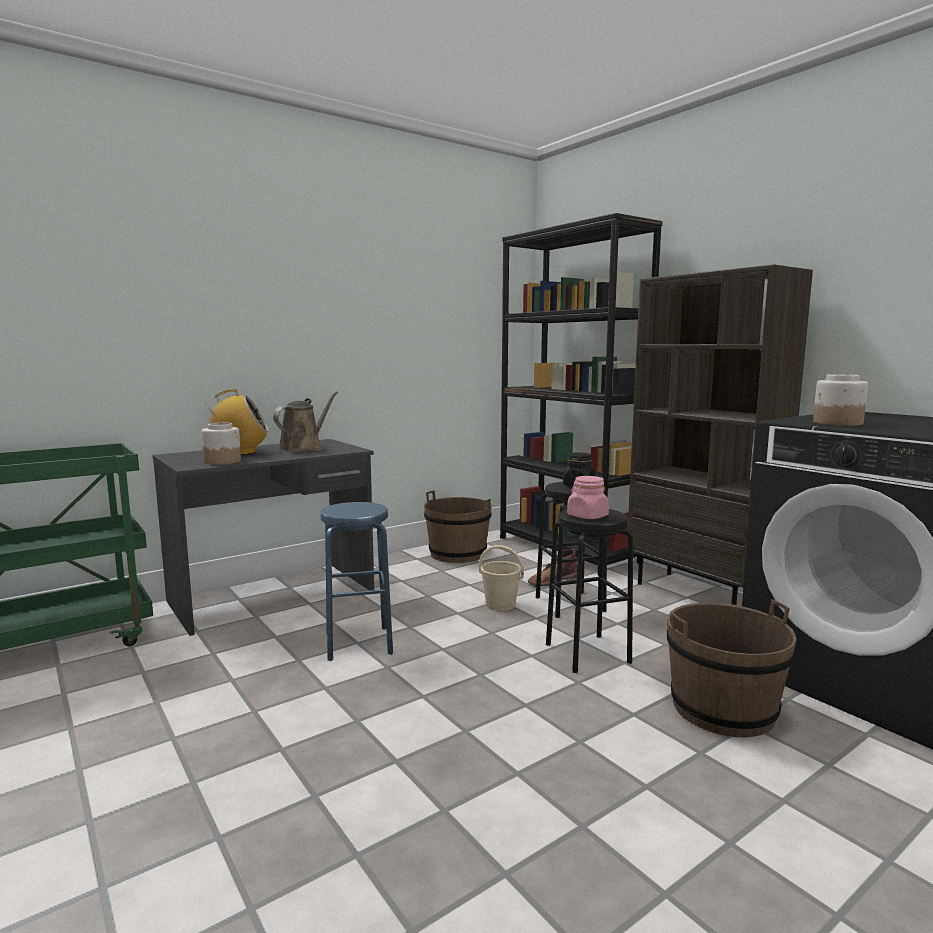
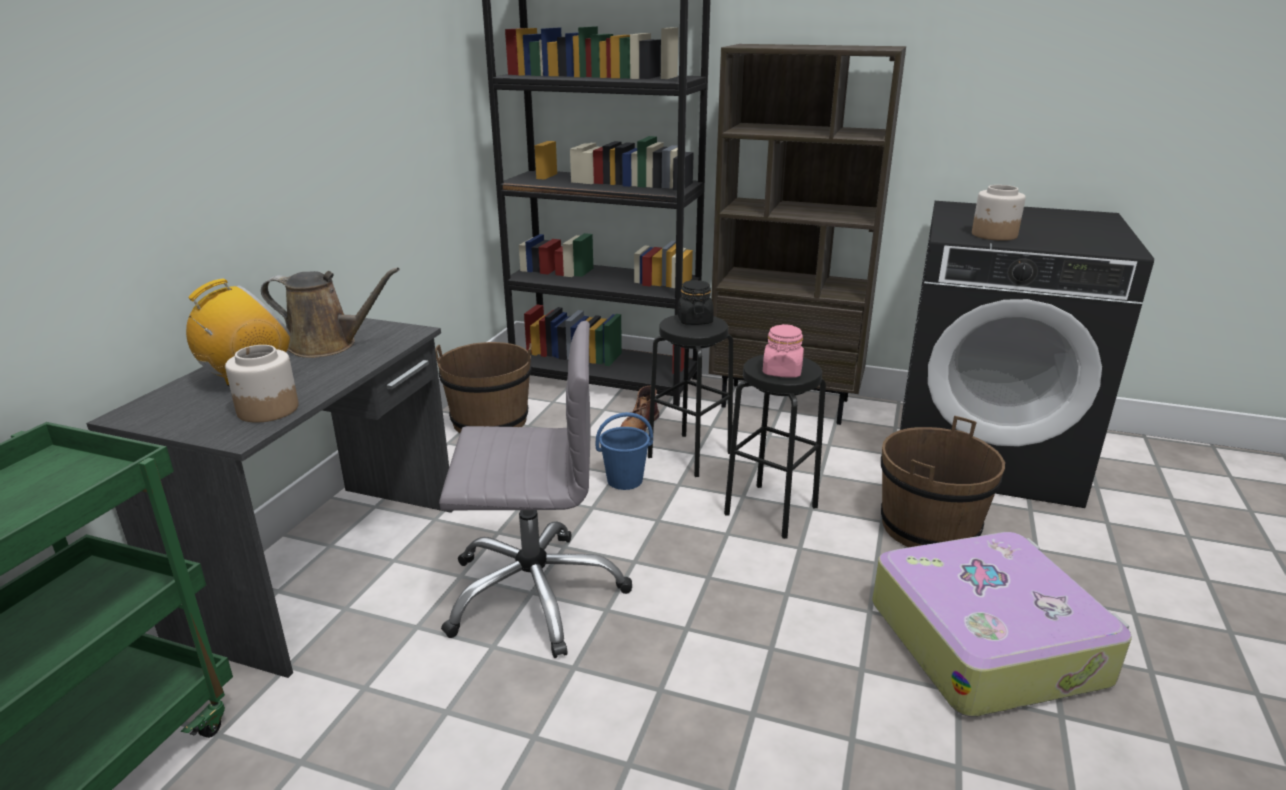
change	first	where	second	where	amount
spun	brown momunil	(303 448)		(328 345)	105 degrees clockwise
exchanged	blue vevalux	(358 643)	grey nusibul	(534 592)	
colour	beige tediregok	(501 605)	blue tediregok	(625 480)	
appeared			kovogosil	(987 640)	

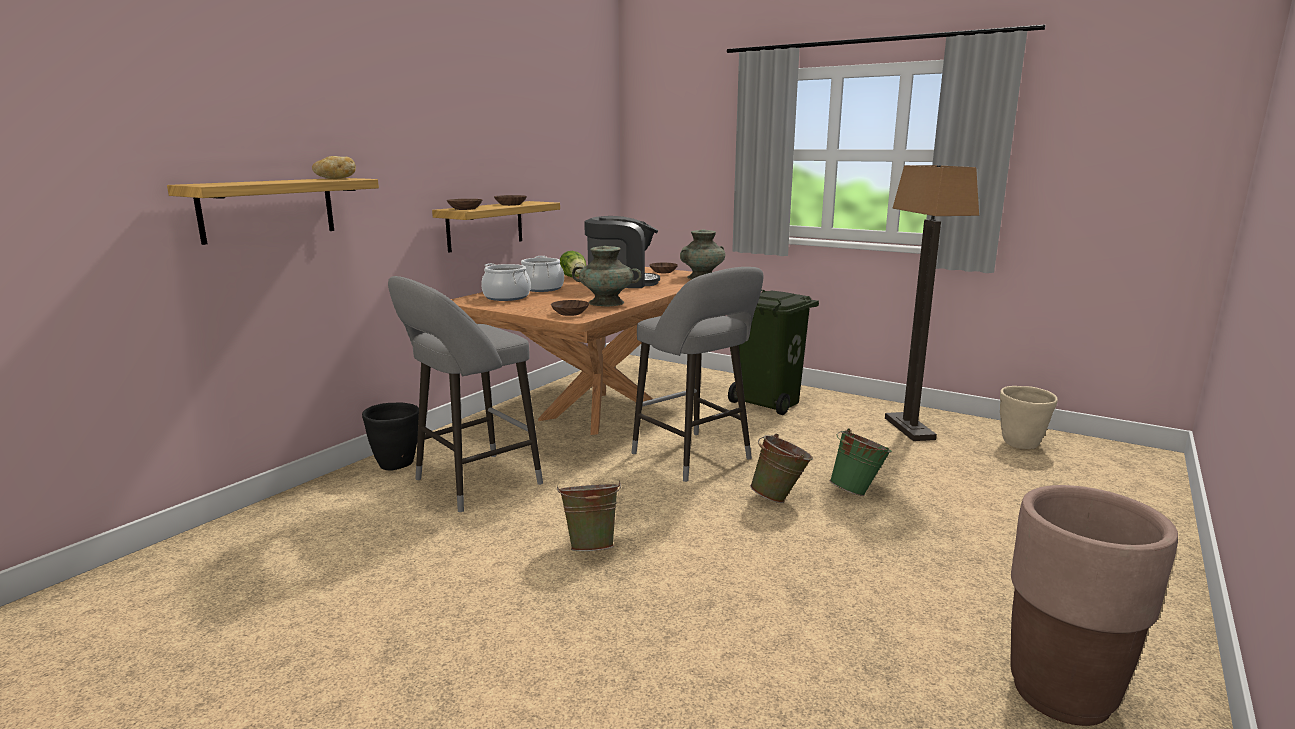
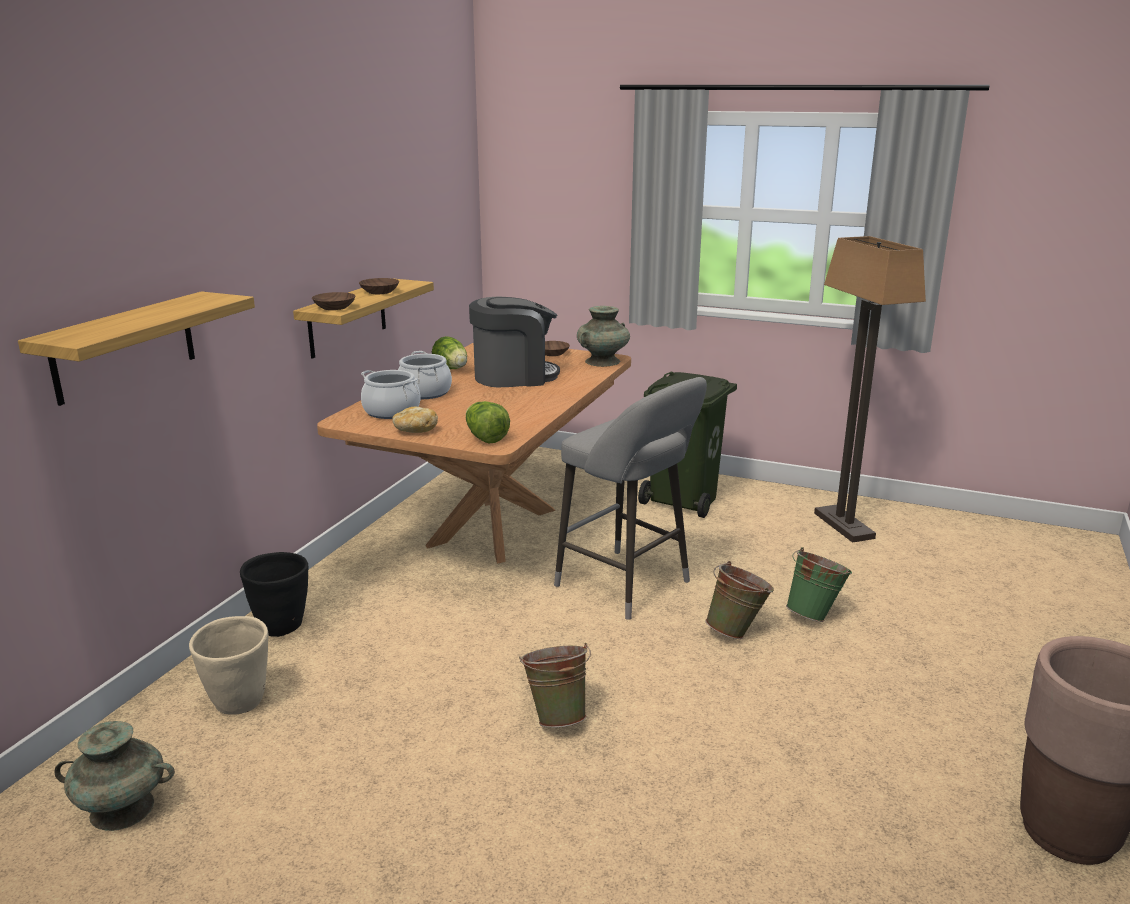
change	first	where	second	where	amount
relocated	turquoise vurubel	(606 302)		(123 809)	
relocated	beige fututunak	(1020 445)		(239 703)	
relocated	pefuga	(334 179)		(414 431)	
exchanged	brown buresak	(569 313)	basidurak	(485 438)	
missing	grey vevalux	(471 483)			

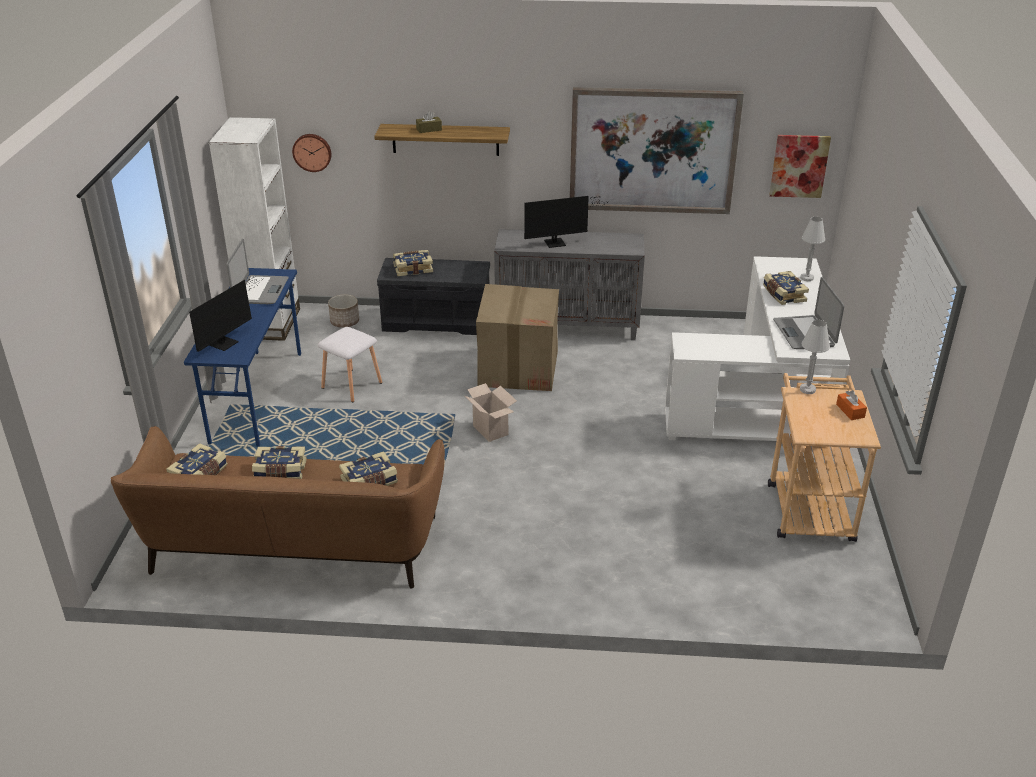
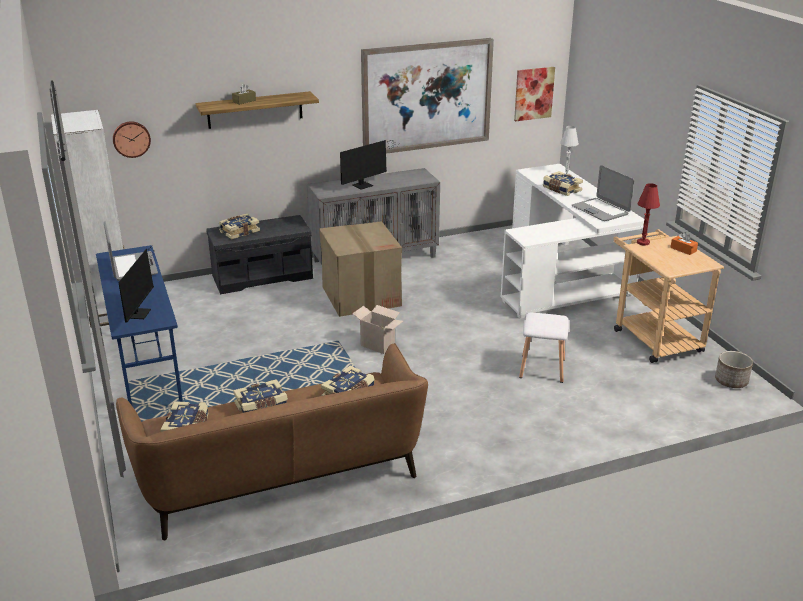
change	first	where	second	where	amount
relocated	white vevalux	(351 386)		(542 369)	
colour	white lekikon	(807 389)	red lekikon	(643 242)	
relocated	fututunak	(344 322)		(731 381)	

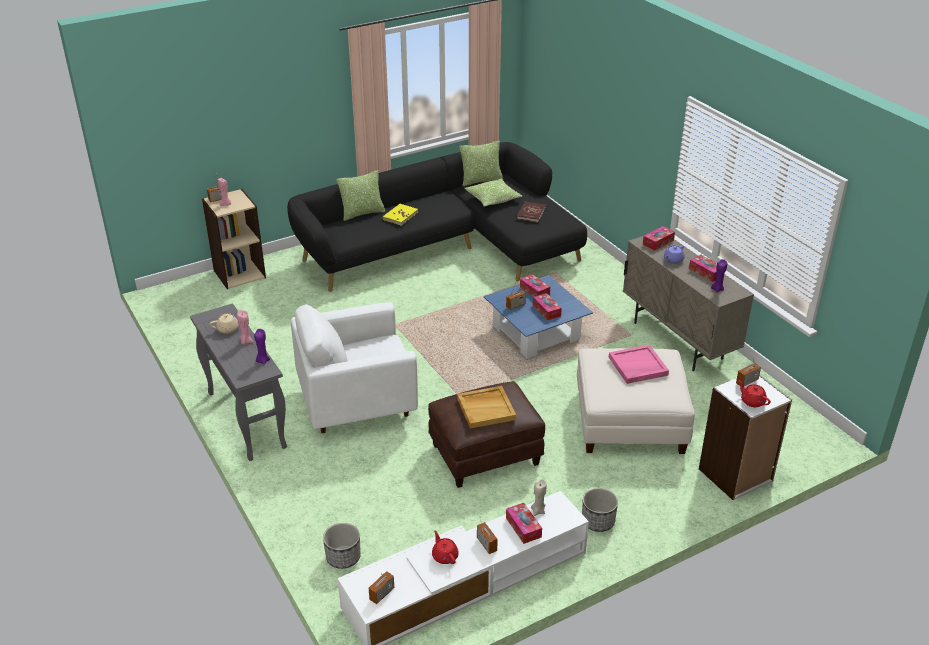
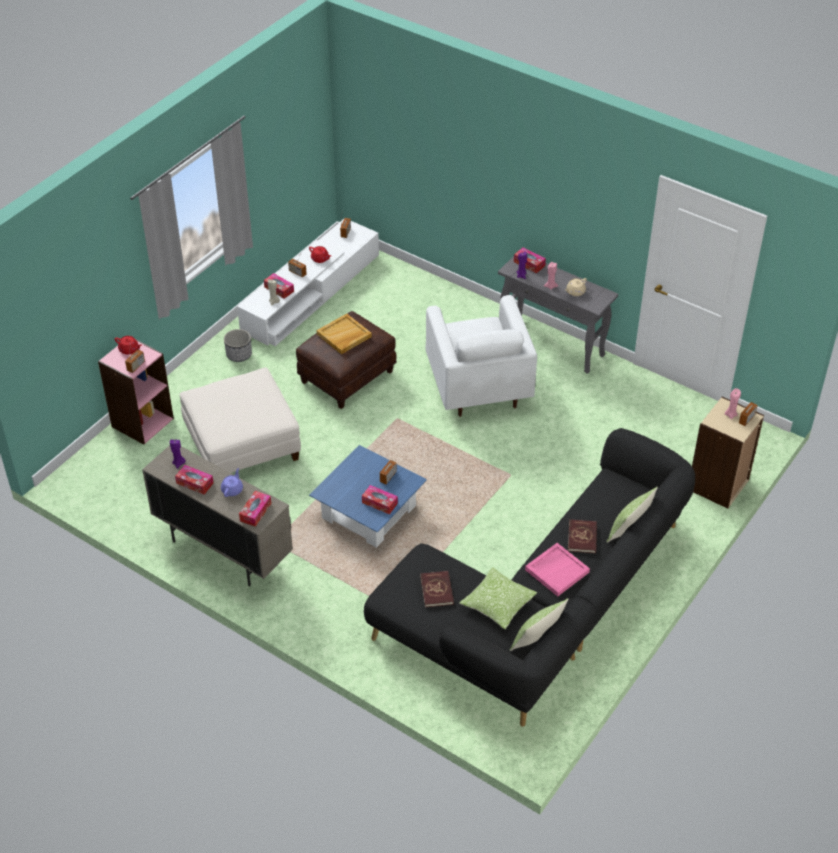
change	first	where	second	where	amount
colour	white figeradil	(736 475)	pink figeradil	(142 422)	
spun	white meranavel	(357 404)		(478 385)	120 degrees clockwise
relocated	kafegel	(546 310)		(529 264)	
relocated	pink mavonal	(637 366)		(557 570)	
colour	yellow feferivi	(400 216)	red feferivi	(582 537)	
missing	fututunak	(343 557)			

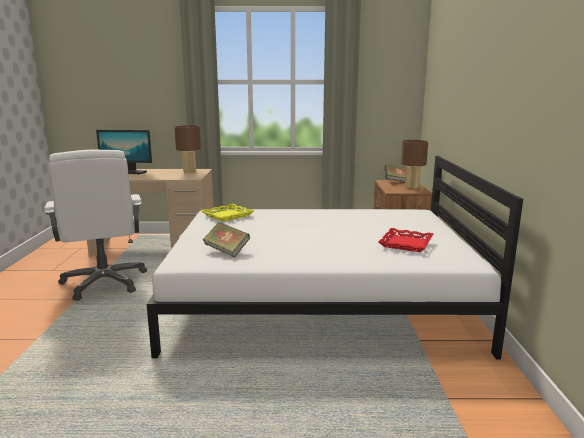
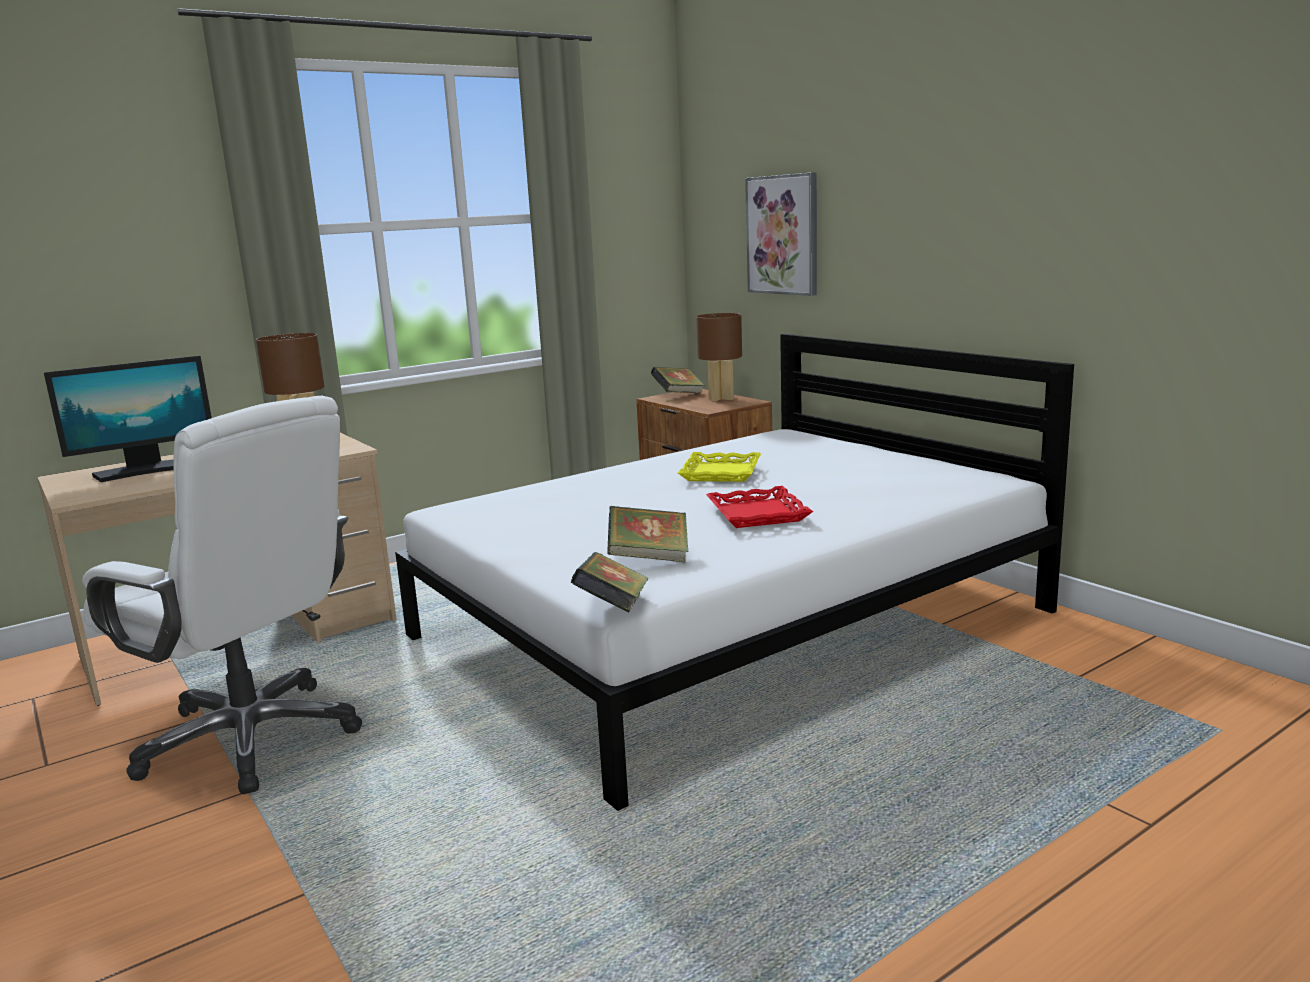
change	first	where	second	where	amount
appeared			feferivi	(613 609)	
relocated	yellow mavonal	(227 215)		(721 473)	
relocated	red mavonal	(406 244)		(758 514)	
appeared			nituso	(783 235)	

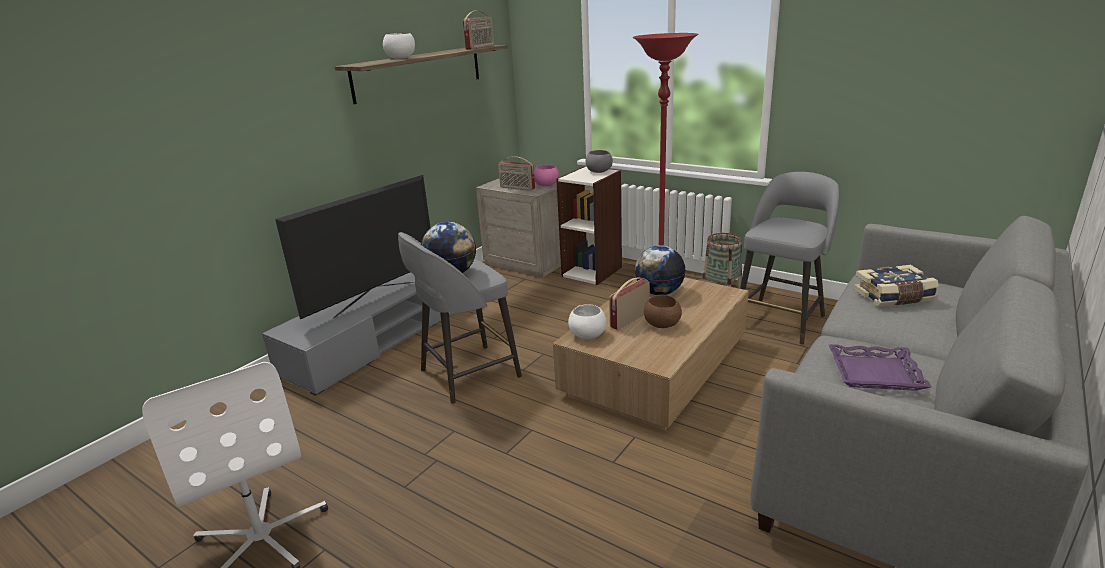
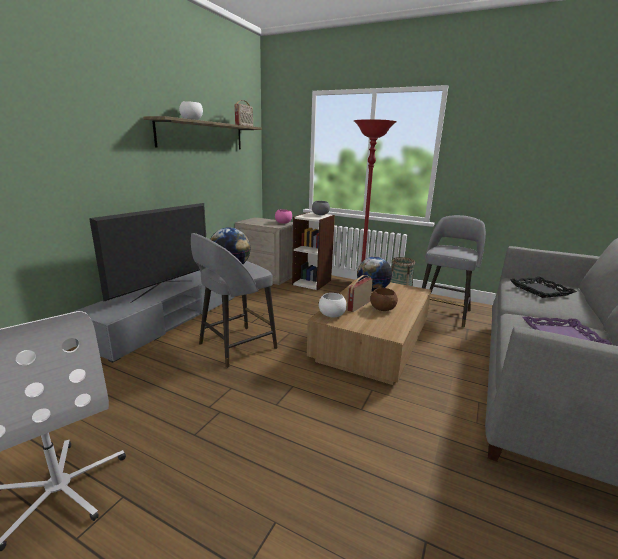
change	first	where	second	where	amount
exchanged	feferivi	(894 297)	black mavonal	(540 290)	
missing	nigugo	(517 188)			

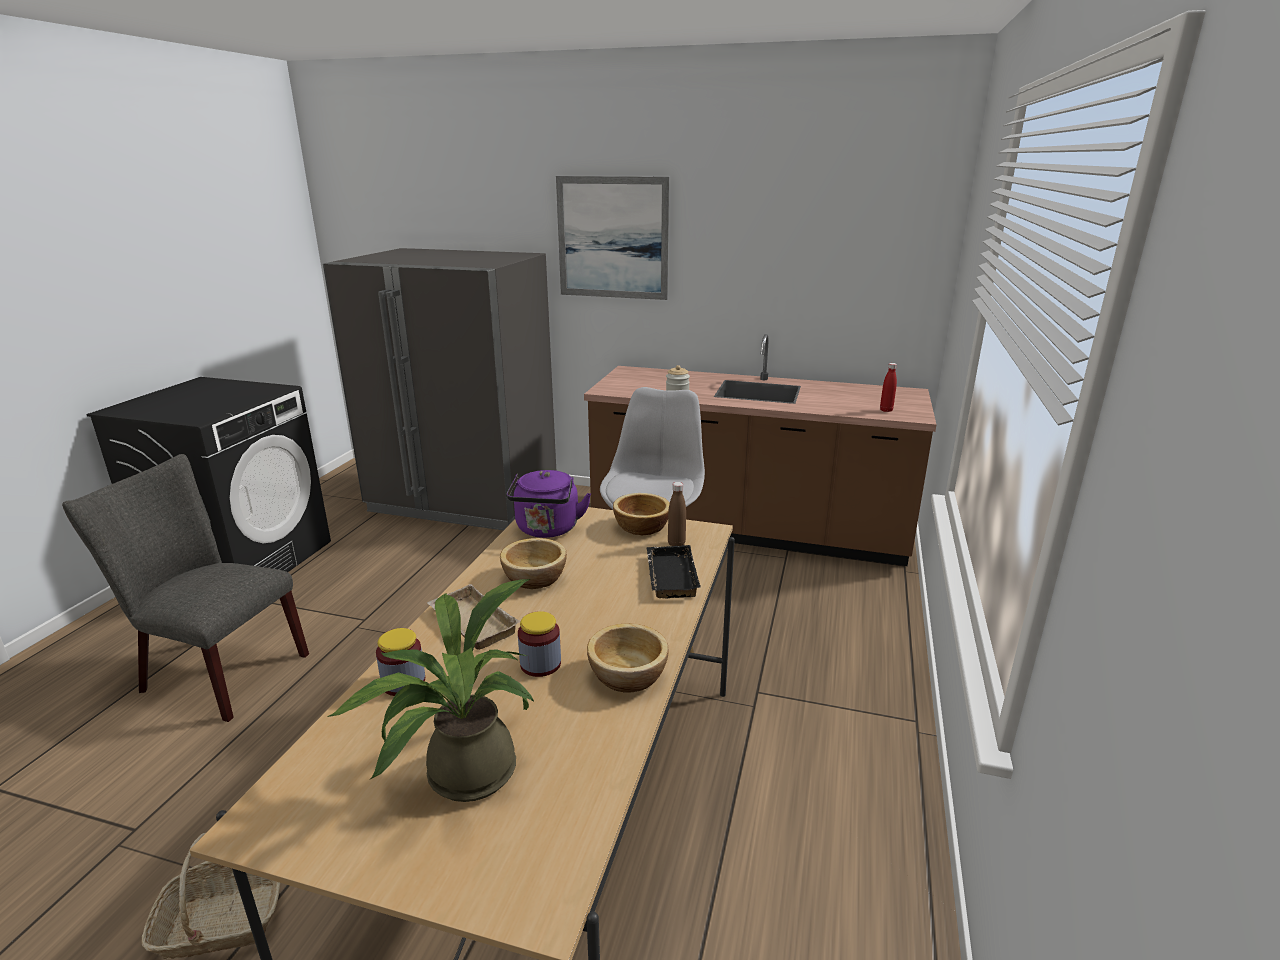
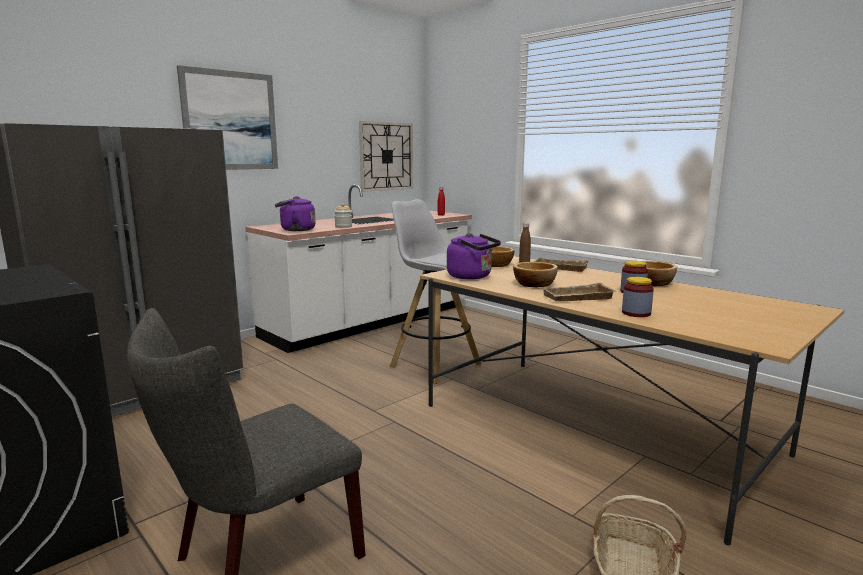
change	first	where	second	where	amount
colour	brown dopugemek	(748 530)	white dopugemek	(371 321)	
appeared			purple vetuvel	(295 230)	
appeared			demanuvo	(386 156)	
colour	black mavonal	(669 576)	beige mavonal	(559 268)	
missing	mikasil	(460 775)			

